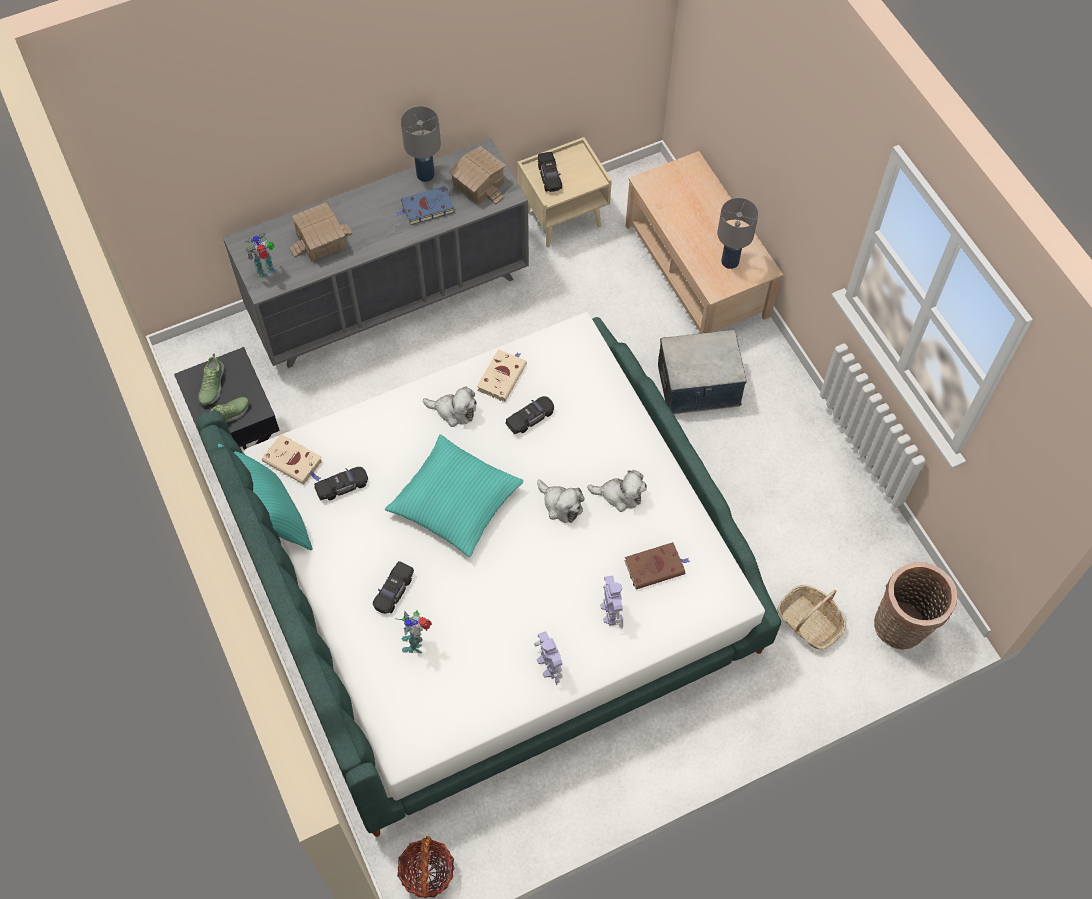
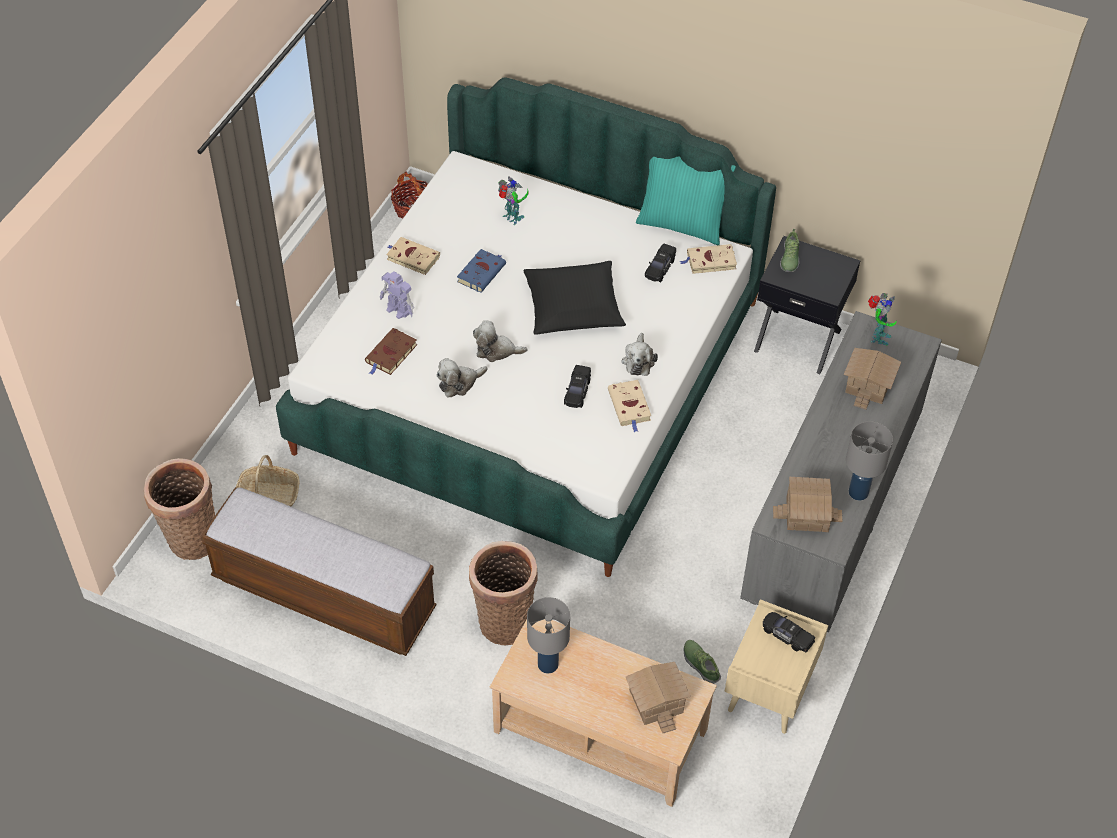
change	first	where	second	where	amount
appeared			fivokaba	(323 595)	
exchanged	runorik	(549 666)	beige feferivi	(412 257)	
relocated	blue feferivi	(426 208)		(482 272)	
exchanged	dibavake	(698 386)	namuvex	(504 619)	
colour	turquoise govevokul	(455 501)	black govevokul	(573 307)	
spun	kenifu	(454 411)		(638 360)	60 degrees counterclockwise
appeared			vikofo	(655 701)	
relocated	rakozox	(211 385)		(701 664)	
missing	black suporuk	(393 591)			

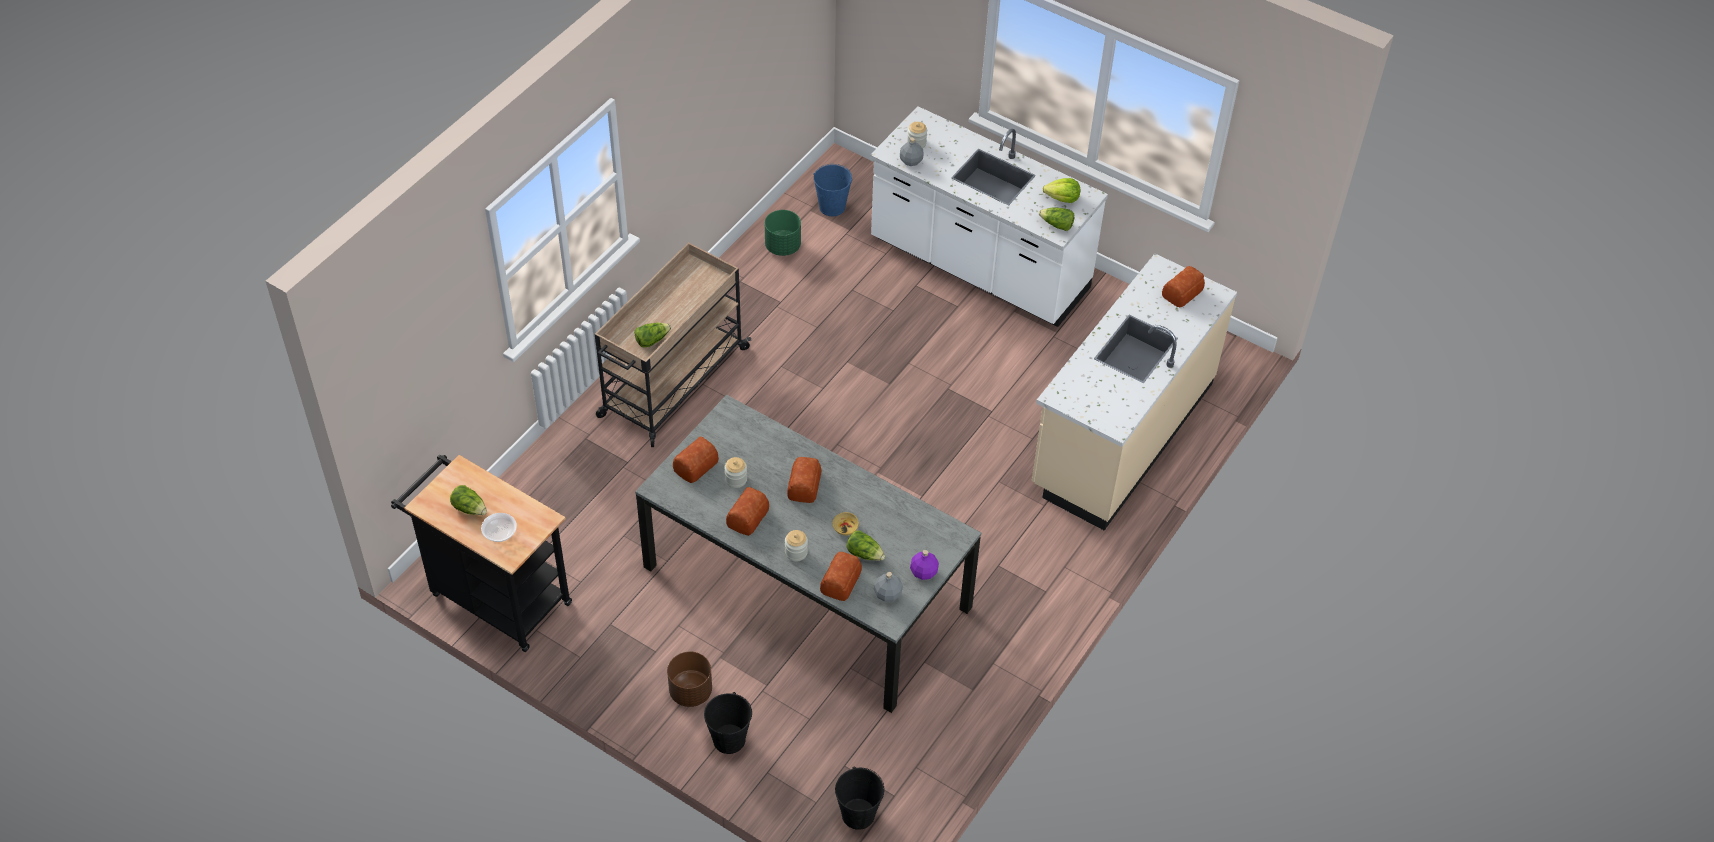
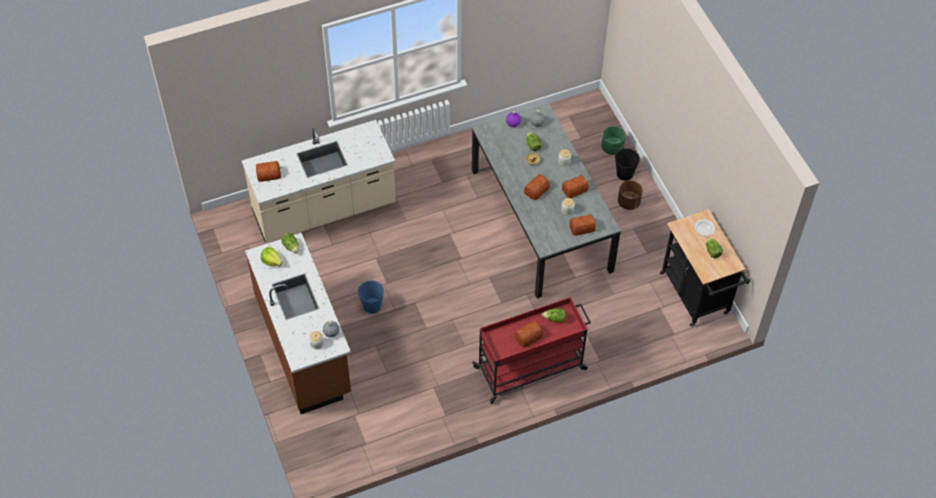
change	first	where	second	where	amount
colour	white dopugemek	(978 267)	brown dopugemek	(304 346)	
relocated	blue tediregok	(832 207)		(372 306)	
colour	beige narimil	(672 383)	red narimil	(531 368)	
relocated	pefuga	(841 581)		(527 336)	
relocated	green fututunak	(782 247)		(612 148)	
missing	black tediregok	(858 814)			

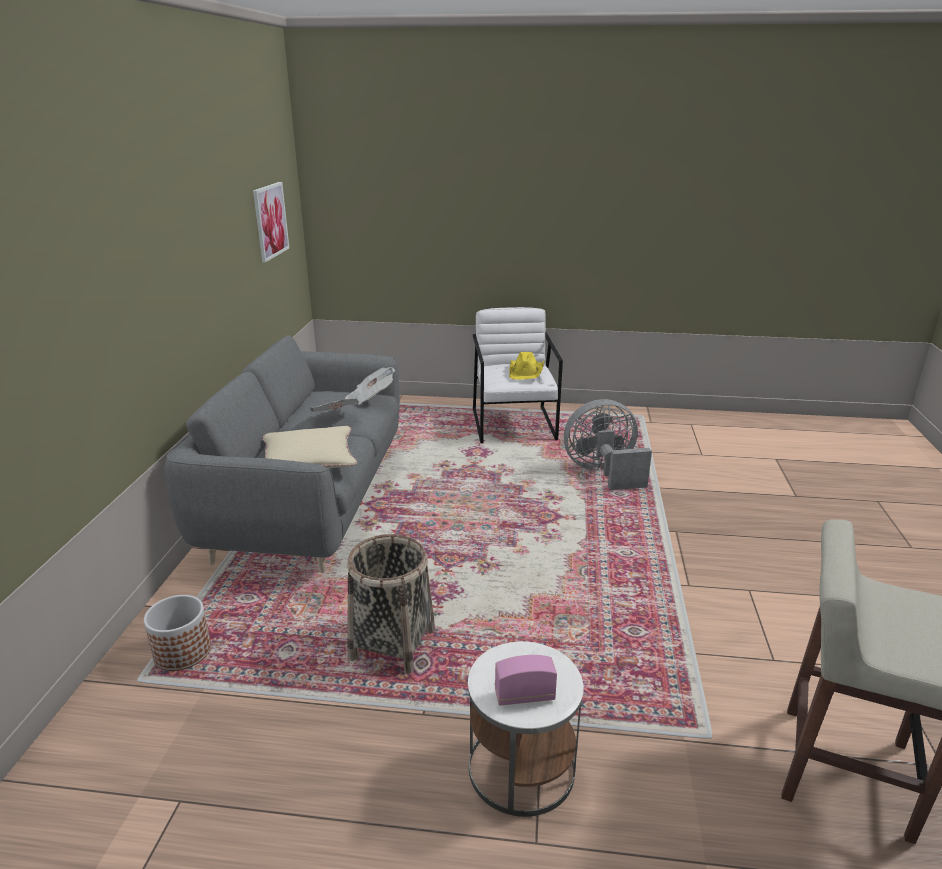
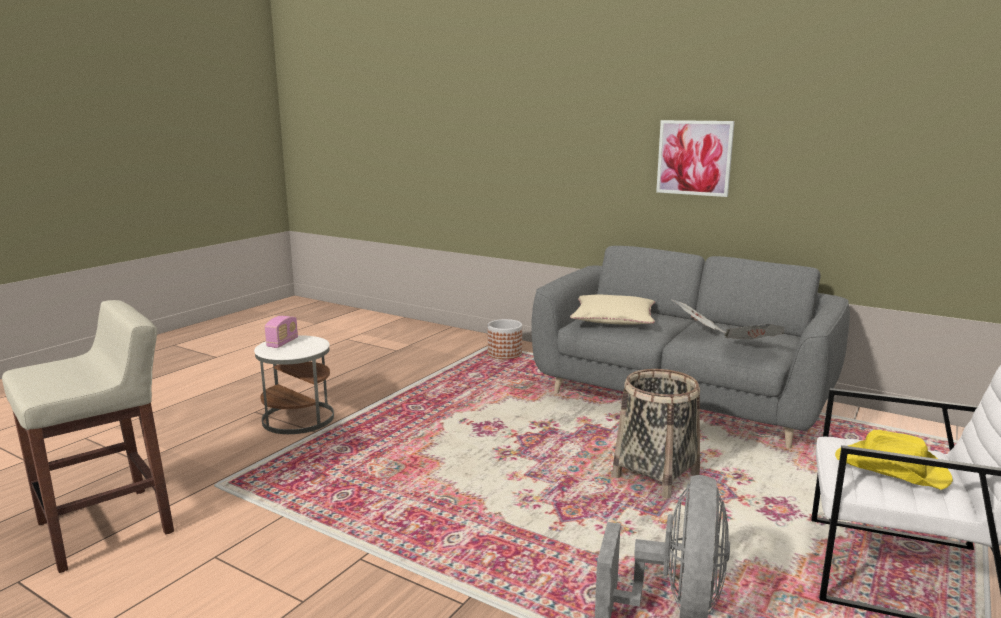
change	first	where	second	where	amount
relocated	namuvex	(392 643)		(656 476)	
relocated	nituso	(270 221)		(694 157)	

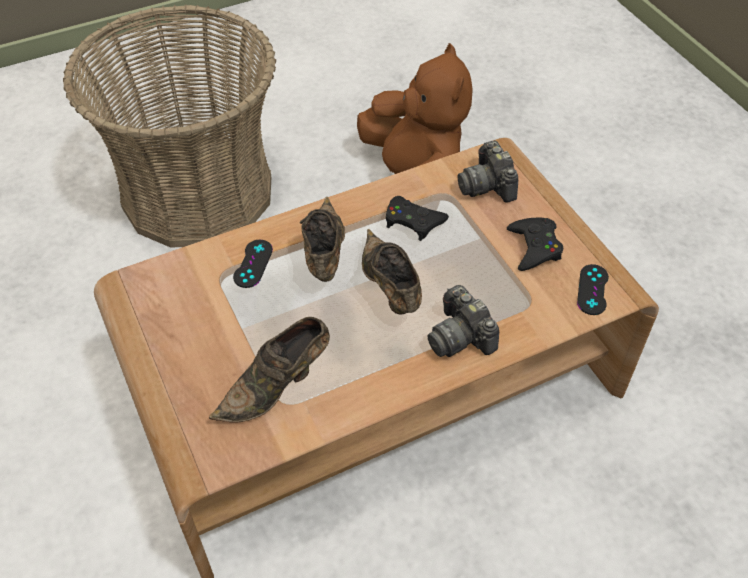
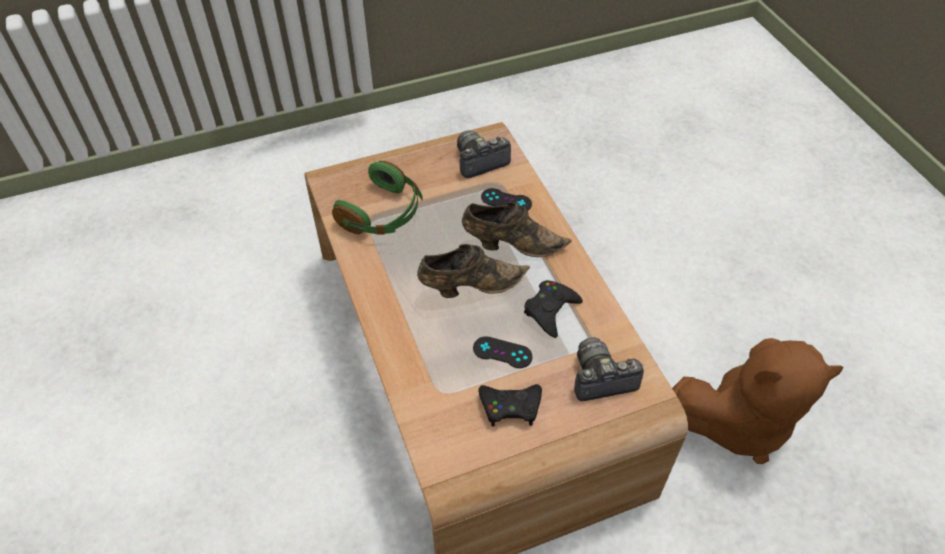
change	first	where	second	where	amount
exchanged	brown rakozox	(277 387)	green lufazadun	(383 213)	
relocated	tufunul	(460 336)		(480 162)	
relocated	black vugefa	(592 290)		(502 352)	
missing	namuvex	(197 192)			

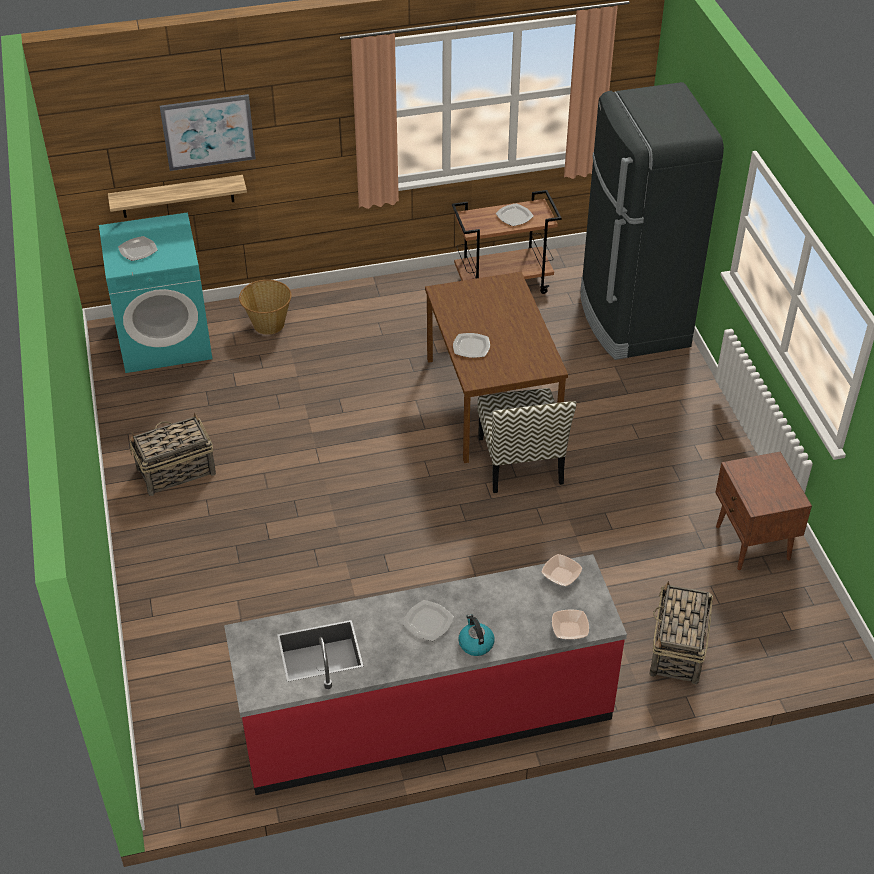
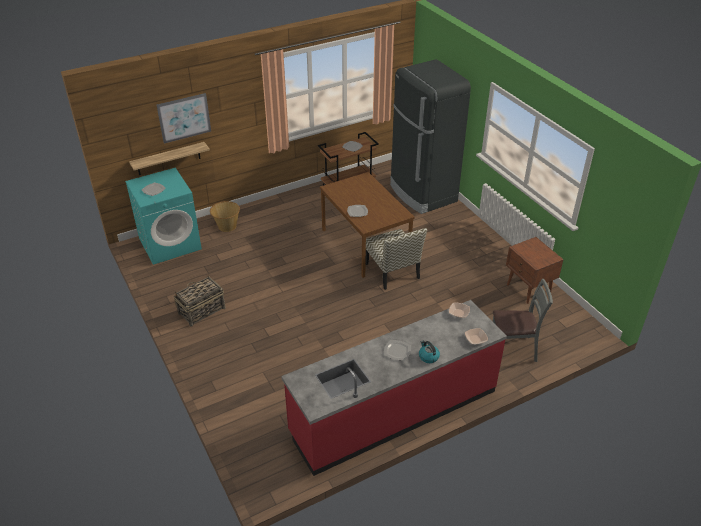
change	first	where	second	where	amount
exchanged	namuvex	(677 650)	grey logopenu	(513 349)	

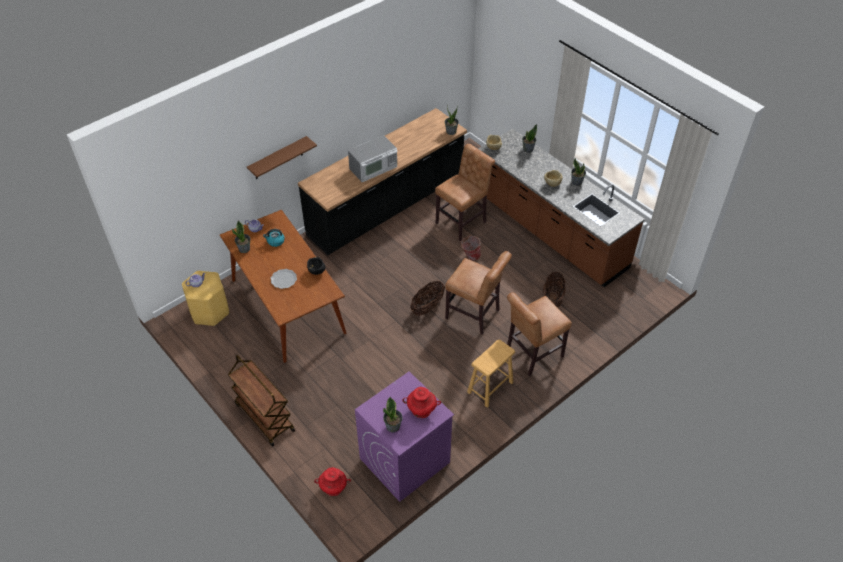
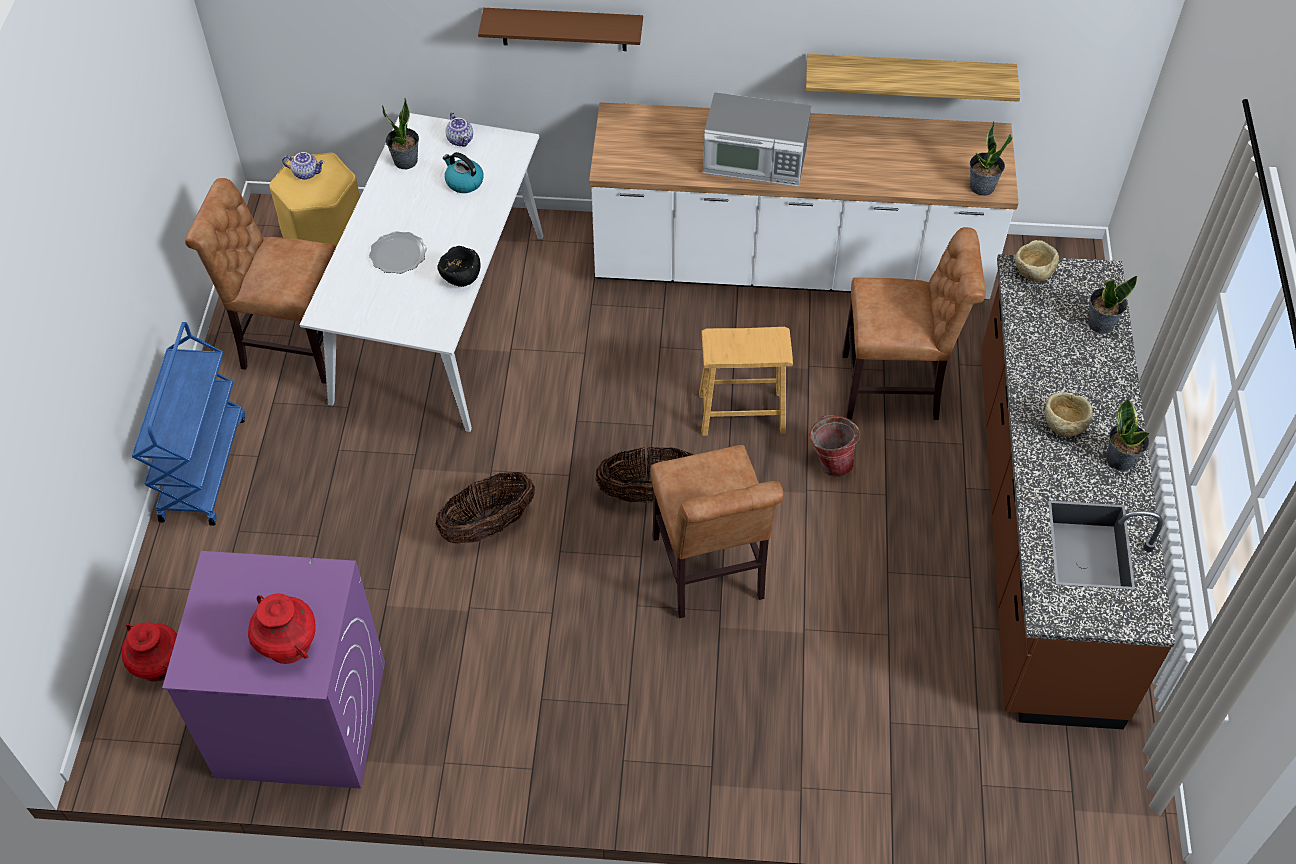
change	first	where	second	where	amount
colour	brown narimil	(264 417)	blue narimil	(203 467)	
relocated	brown logopenu	(531 354)		(290 344)	
colour	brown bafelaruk	(288 306)	white bafelaruk	(440 318)	
relocated	namuvex	(552 300)		(488 526)	
colour	black dopugemek	(387 208)	white dopugemek	(790 266)	
relocated	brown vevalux	(490 387)		(742 412)	
appeared			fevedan	(908 76)	
missing	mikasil	(393 426)			

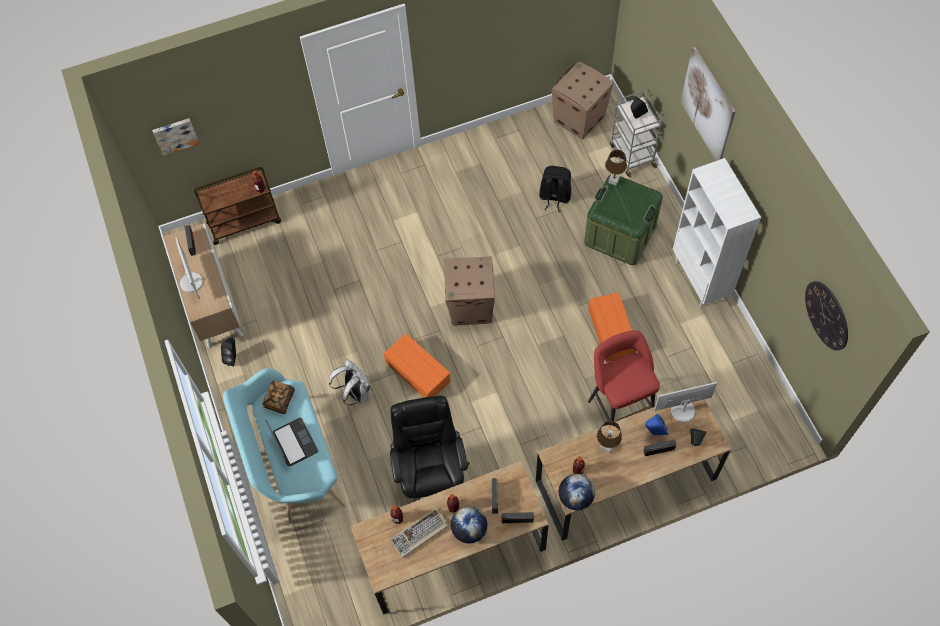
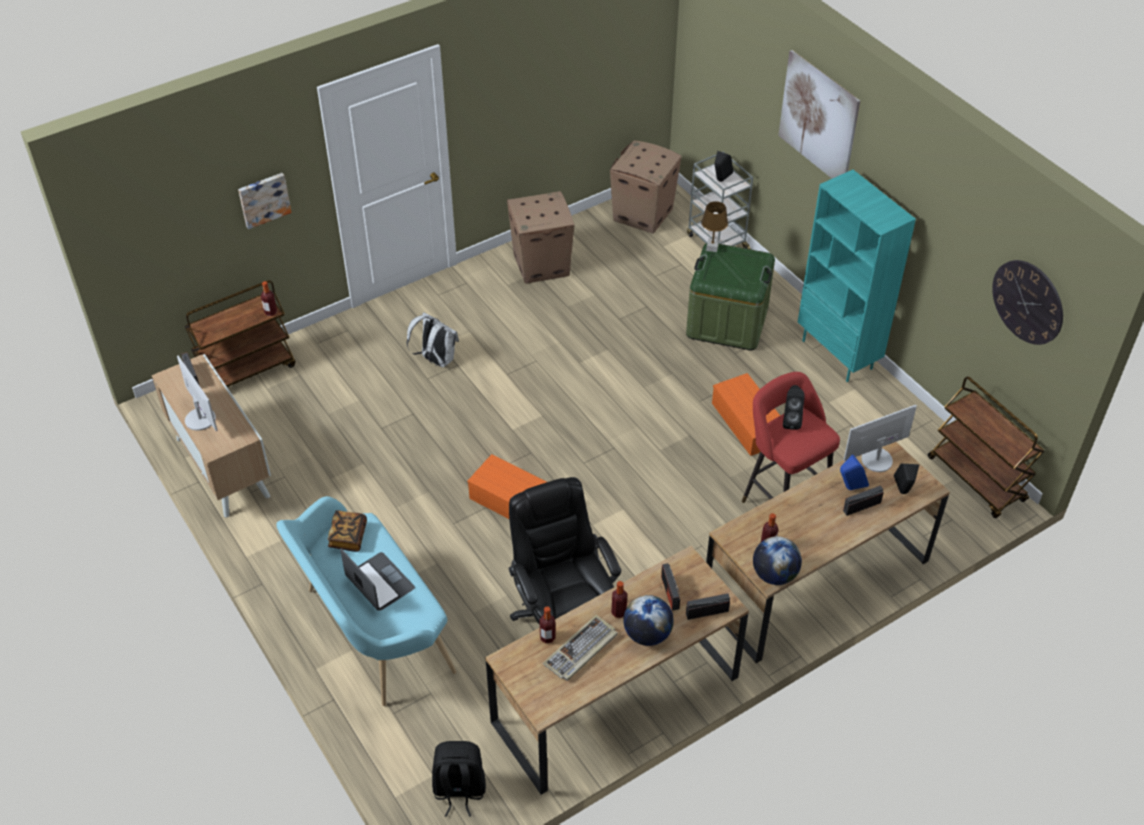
change	first	where	second	where	amount
relocated	nituso	(175 135)		(264 199)	
relocated	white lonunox	(355 392)		(436 360)	
relocated	black lonunox	(554 197)		(459 790)	
relocated	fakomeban	(471 307)		(542 265)	
relocated	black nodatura	(233 357)		(791 421)	
colour	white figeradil	(700 280)	turquoise figeradil	(838 354)	
appeared			brown narimil	(977 479)	
missing	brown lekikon	(606 447)			

